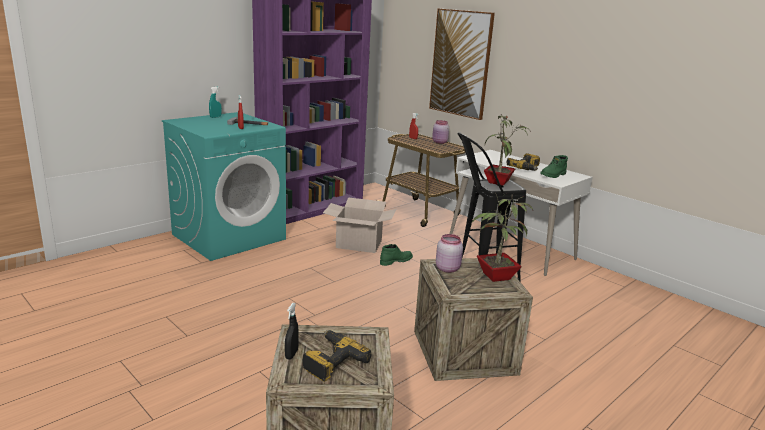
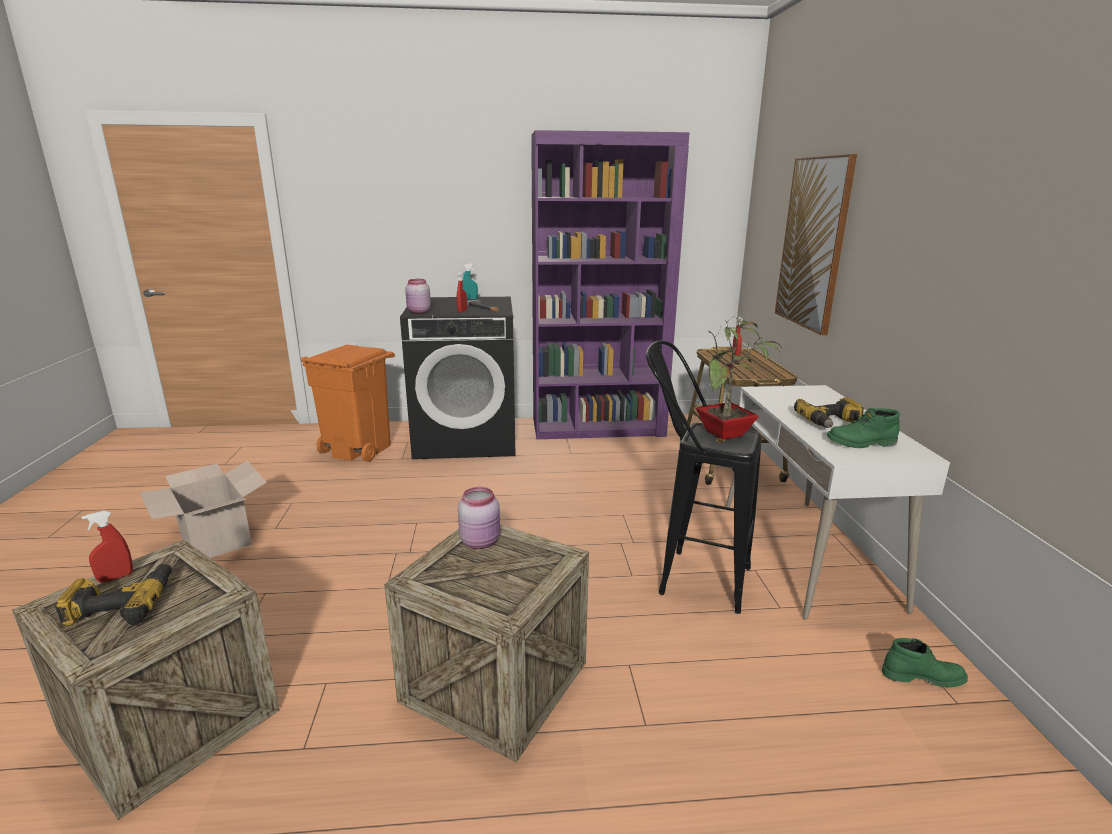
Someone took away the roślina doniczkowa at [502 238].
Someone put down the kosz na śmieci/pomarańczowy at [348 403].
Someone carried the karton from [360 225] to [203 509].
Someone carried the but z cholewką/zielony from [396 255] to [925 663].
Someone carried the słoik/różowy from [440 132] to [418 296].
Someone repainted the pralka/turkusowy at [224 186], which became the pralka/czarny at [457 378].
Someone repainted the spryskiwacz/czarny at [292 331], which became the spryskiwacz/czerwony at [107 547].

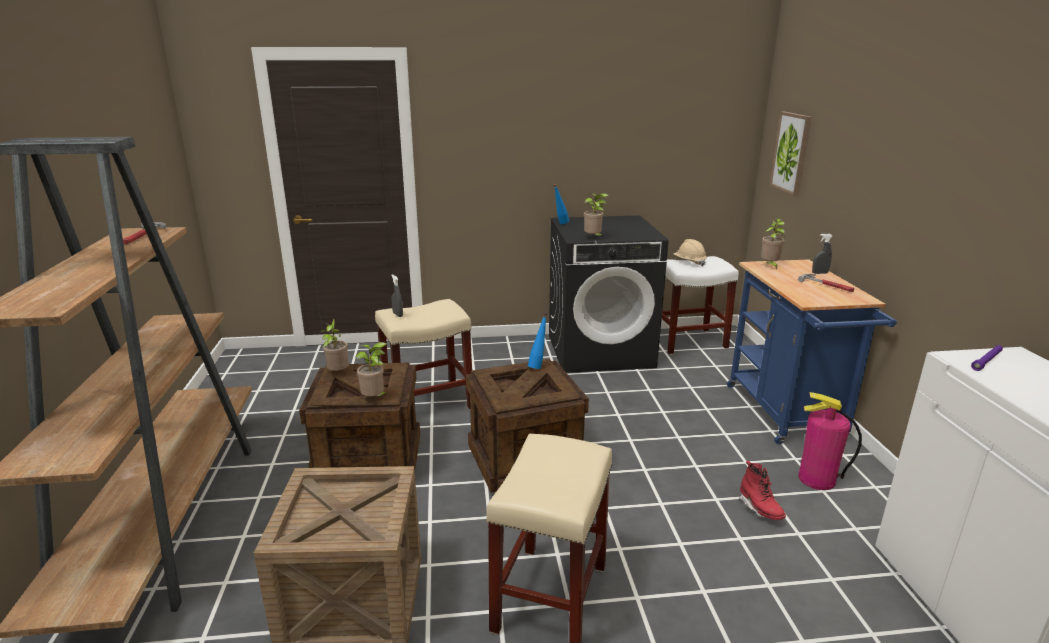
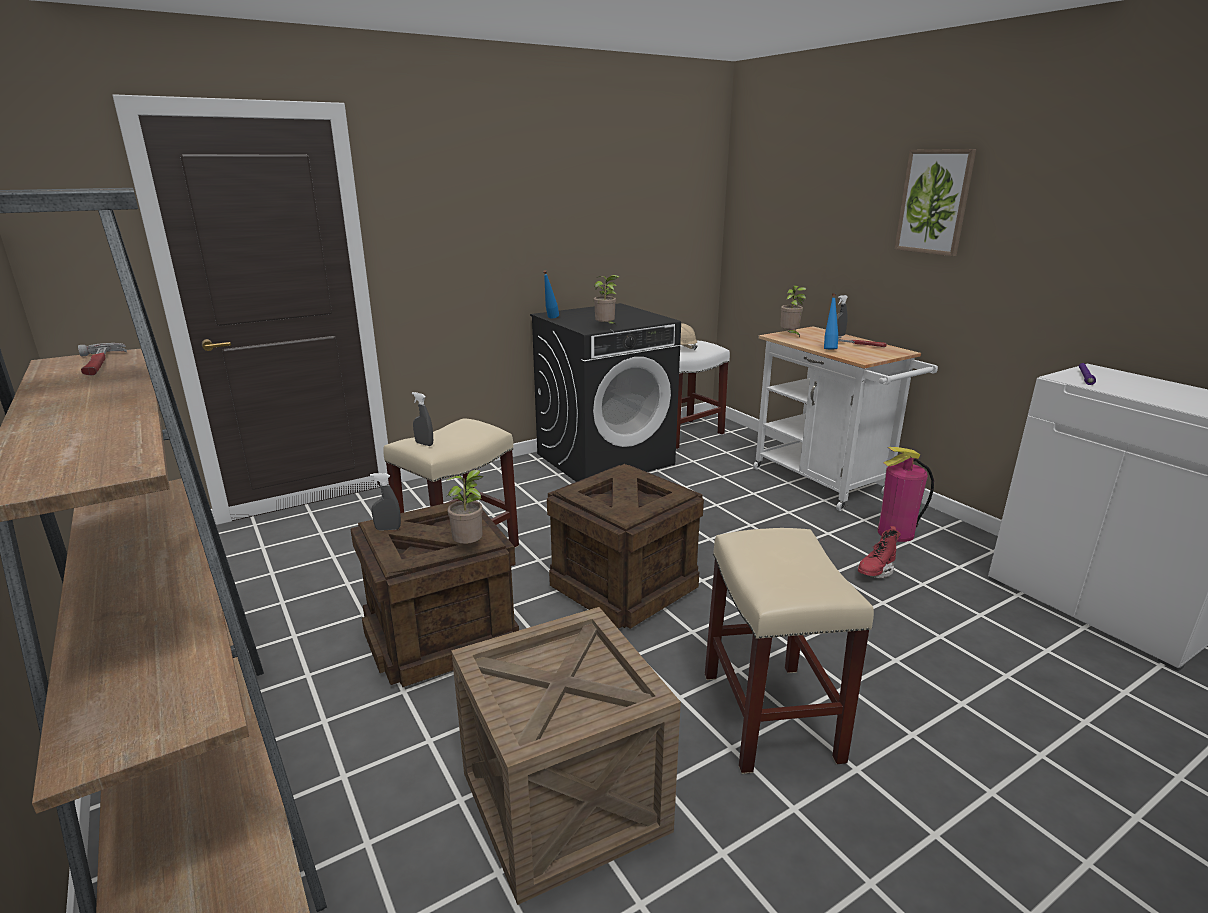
Someone carried the butelka/niebieski from [537 341] to [831 321].
Someone carried the obraz from [790 154] to [935 202].
Someone swapped the roślina doniczkowa at [334 345] for the spryskiwacz/szary at [385 501].
Someone repainted the wózek/niebieski at [812 352], which became the wózek/biały at [845 418].
Someone rotated the but z cholewką/czerwony at [762 490] by 90 degrees clockwise.

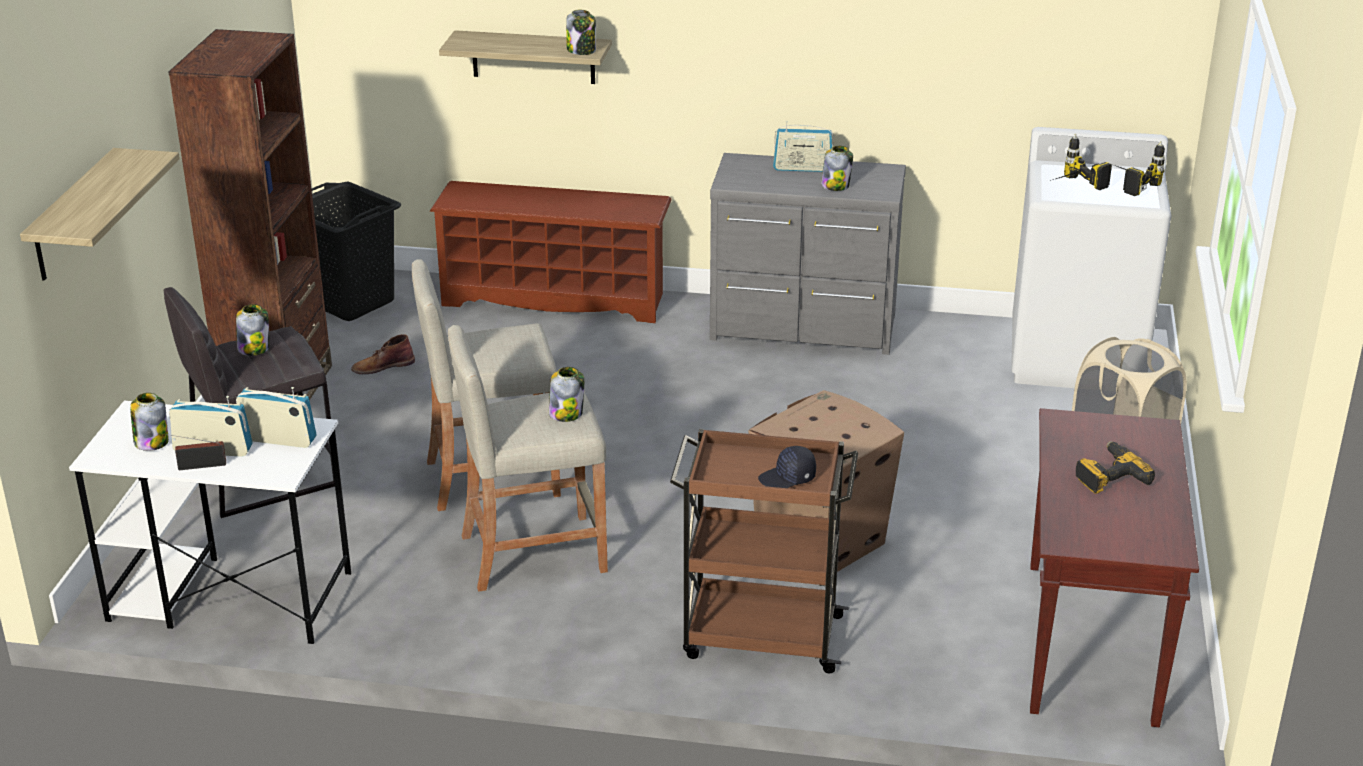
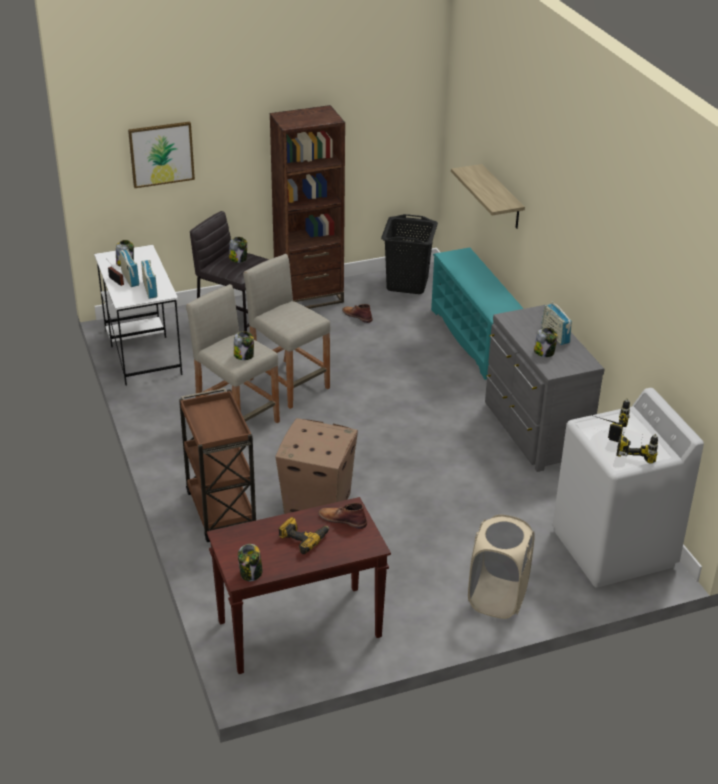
Someone took away the czapka z daszkiem/czarny at [787 467].
Someone put down the but z cholewką/brązowy at [342 516].
Someone carried the słoik from [581 32] to [250 562].
Someone swapped the półka at [100 214] for the obraz at [161 155].
Someone repainted the regał na buty/brązowy at [551 252], which became the regał na buty/turkusowy at [477 314].

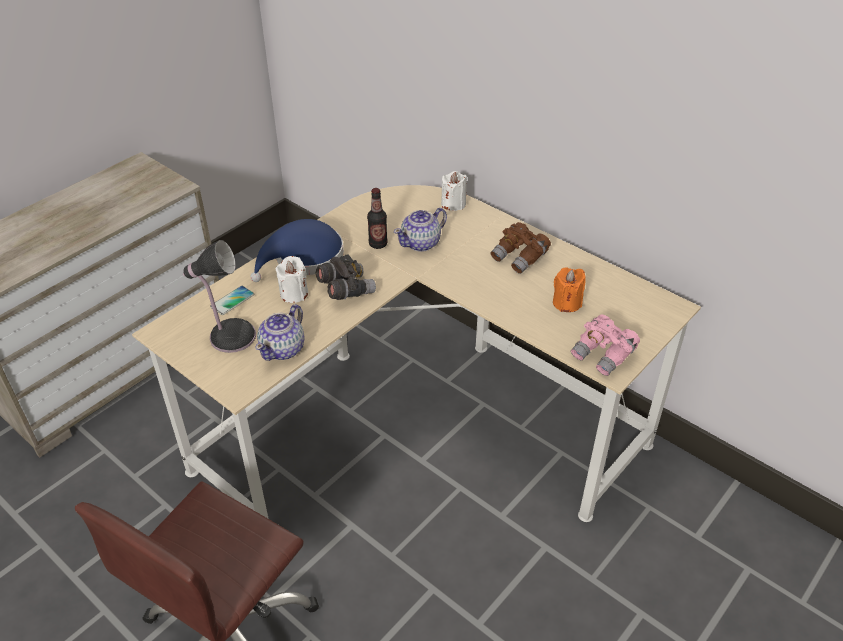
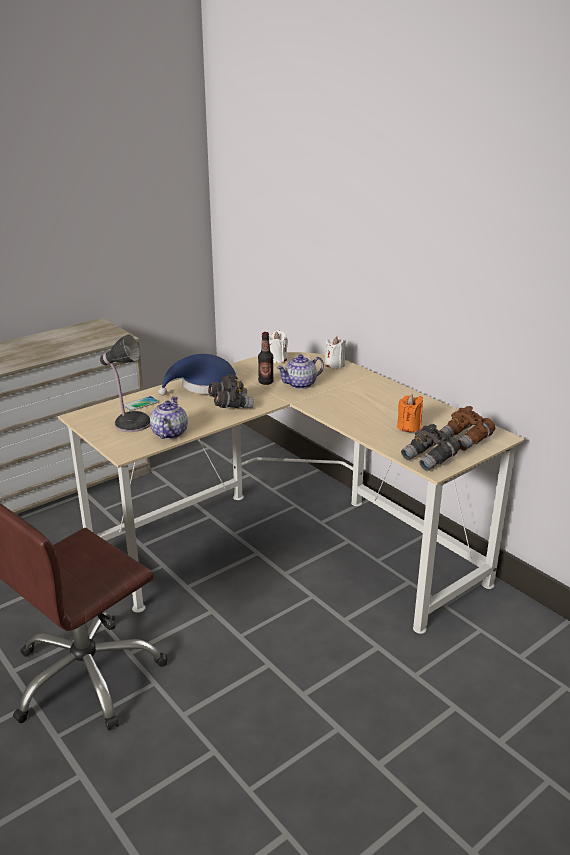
Someone carried the świeca/biały from [291 279] to [278 347].
Someone carried the lornetka/brązowy from [520 248] to [467 428].
Someone repainted the lornetka/różowy at [605 345], which became the lornetka/szary at [430 447].
Someone rotated the imbryk at [280 332] by 150 degrees clockwise.

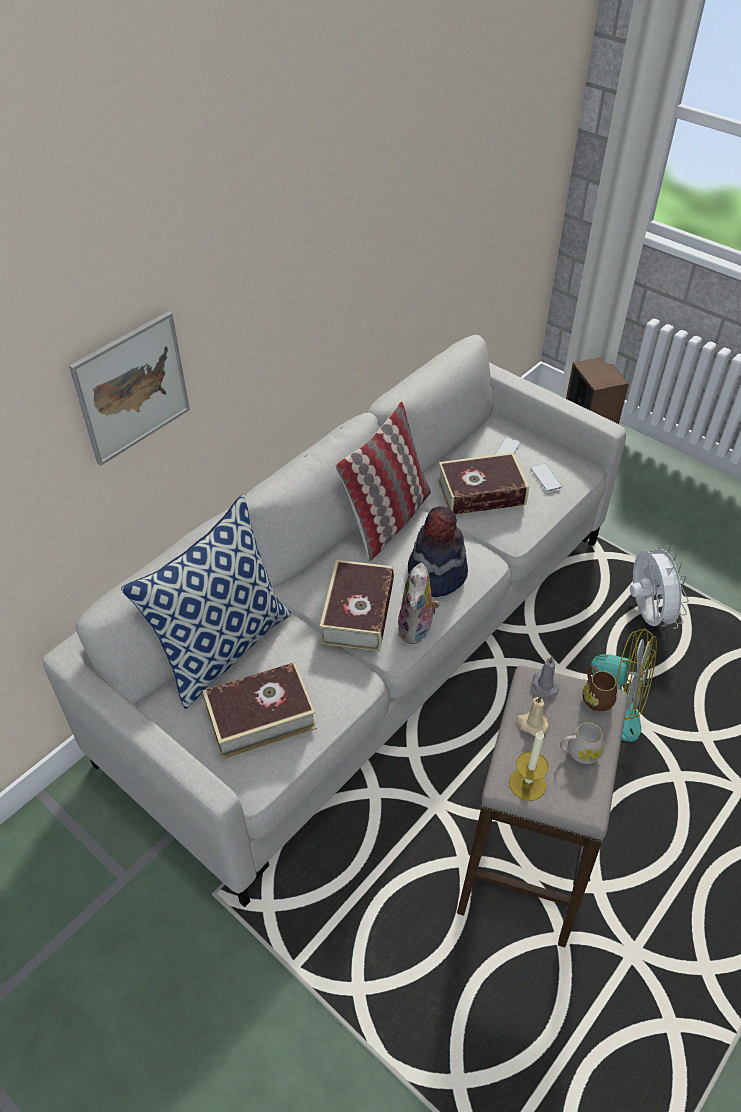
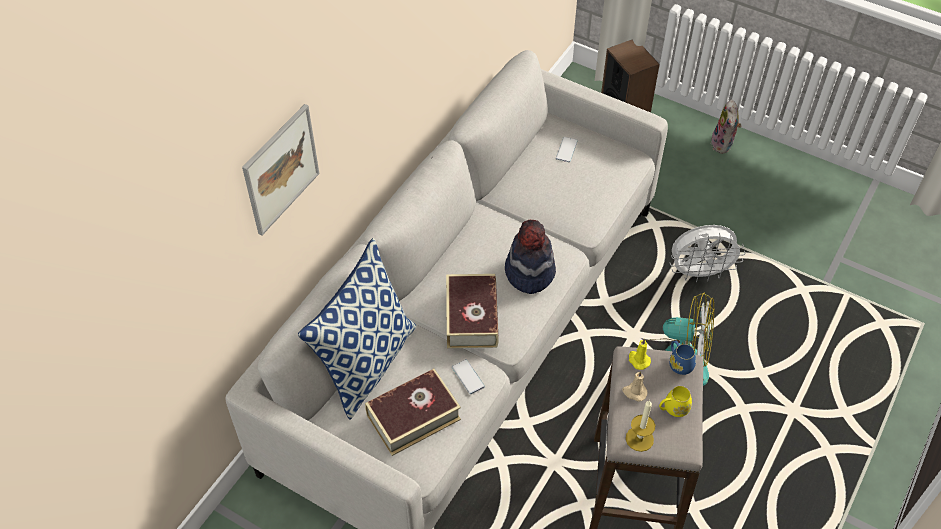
Someone took away the poduszka at [383 481].
Someone took away the książka at [483 483].
Someone carried the pluszak from [419 603] to [726 126].
Someone carried the telefon from [546 477] to [468 376].
Someone repainted the świeca/szary at [545 677], which became the świeca/żółty at [640 354].
Someone repainted the kubek/biały at [582 743], which became the kubek/żółty at [675 401].
Someone repainted the kubek/brązowy at [599 688], which became the kubek/niebieski at [682 357].
Someone rotated the wentylator/biały at [659 587] by 105 degrees clockwise.

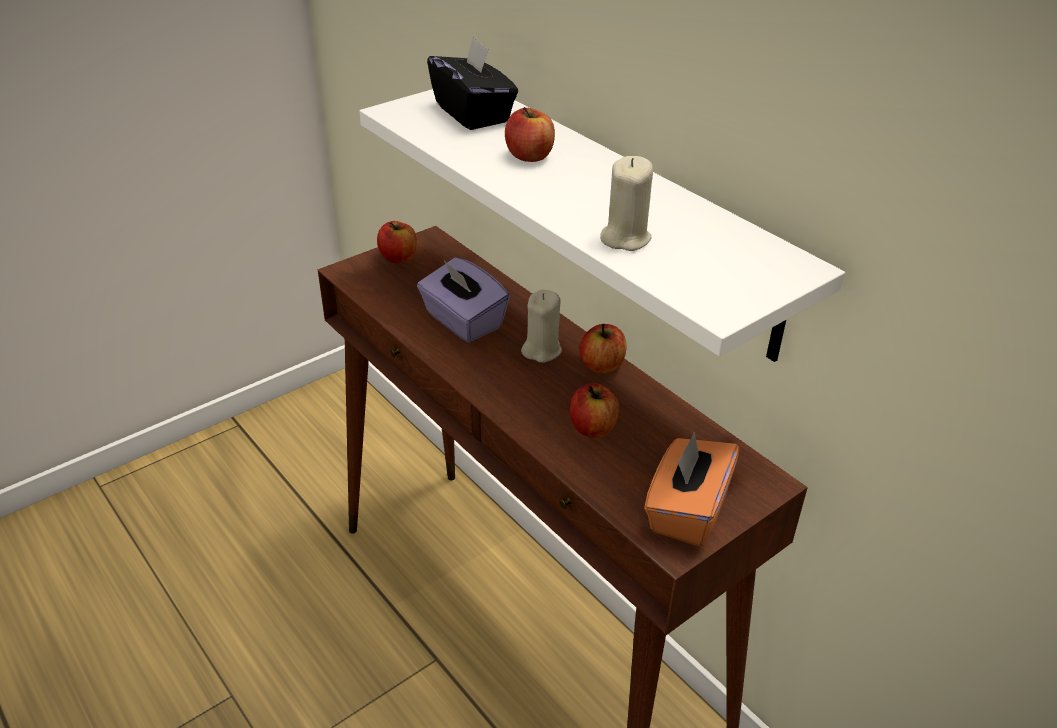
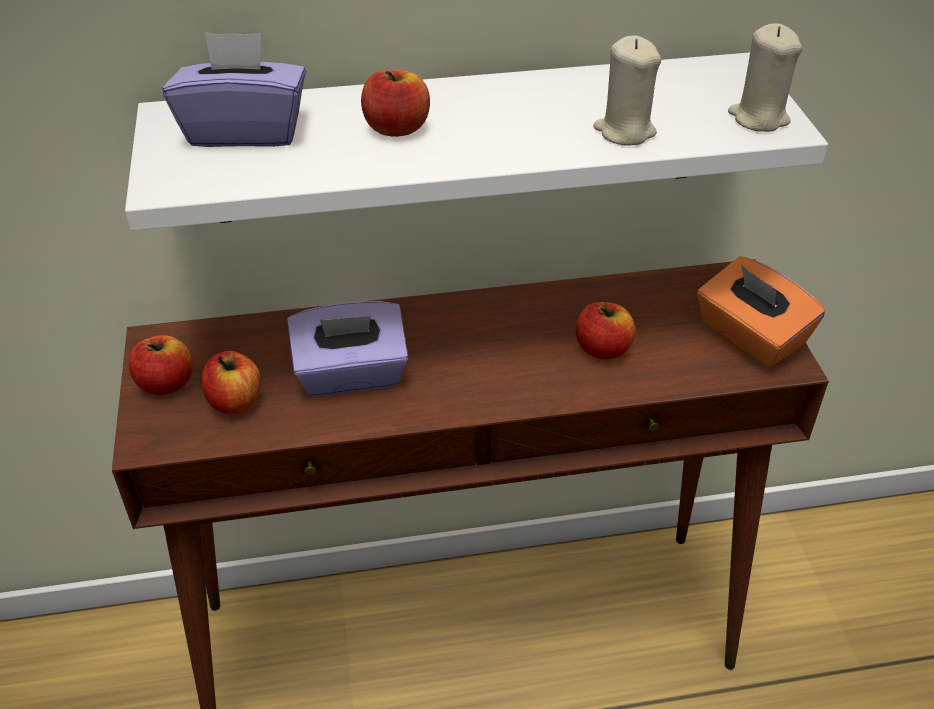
Someone carried the świeca/beżowy from [541 326] to [765 77].
Someone carried the jabłko from [603 348] to [231 382].
Someone repainted the pudełko chusteczek/czarny at [472 83], which became the pudełko chusteczek/fioletowy at [234 89].

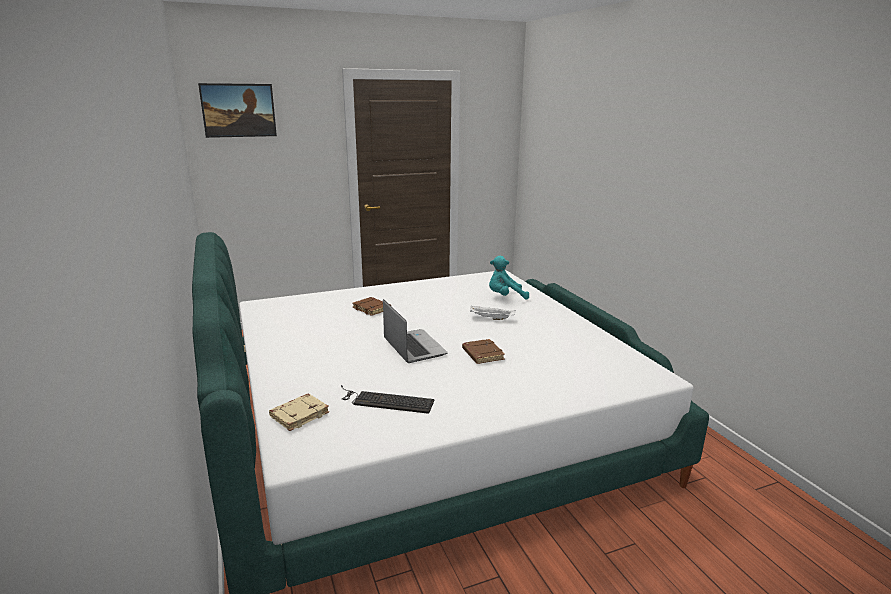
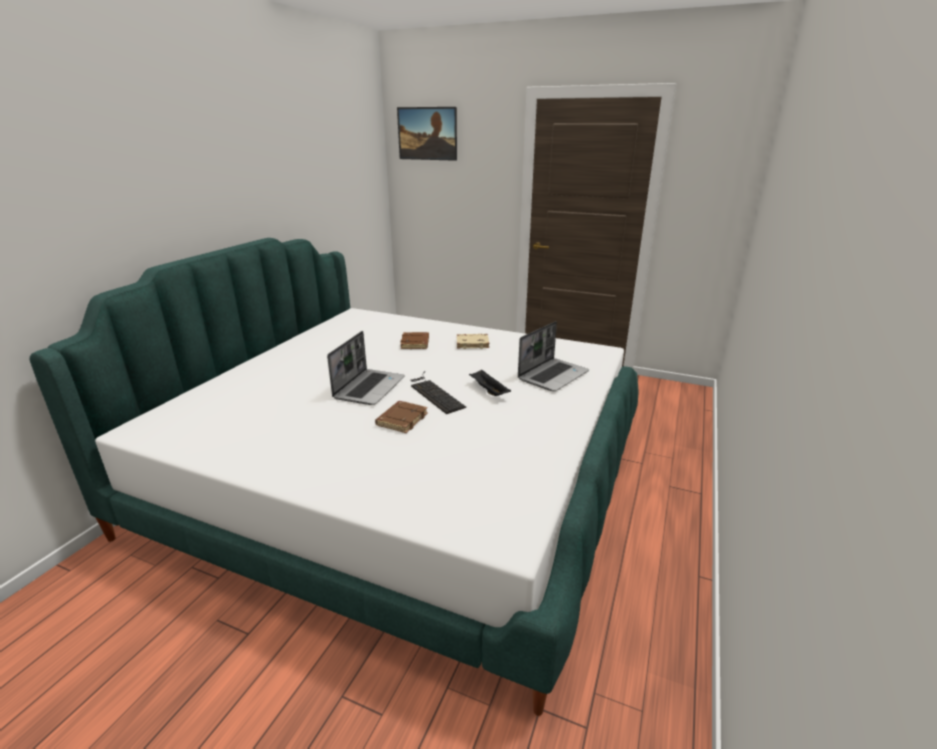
Someone carried the książka/beżowy from [299 412] to [473 341].
Someone carried the klawiatura from [388 399] to [438 392].
Someone swapped the pluszak/turkusowy at [509 278] for the laptop at [553 356].
Someone repainted the taca/biały at [493 312], which became the taca/czarny at [490 382].

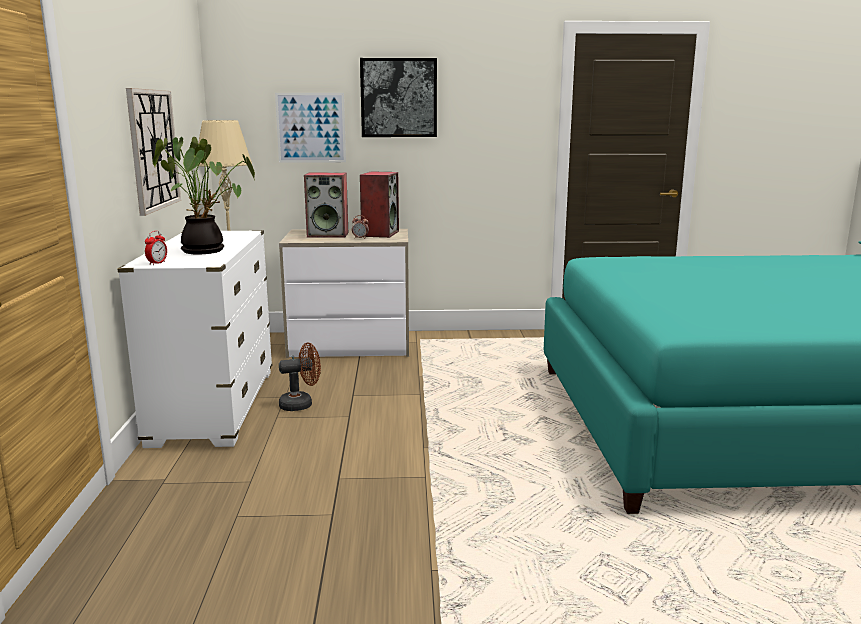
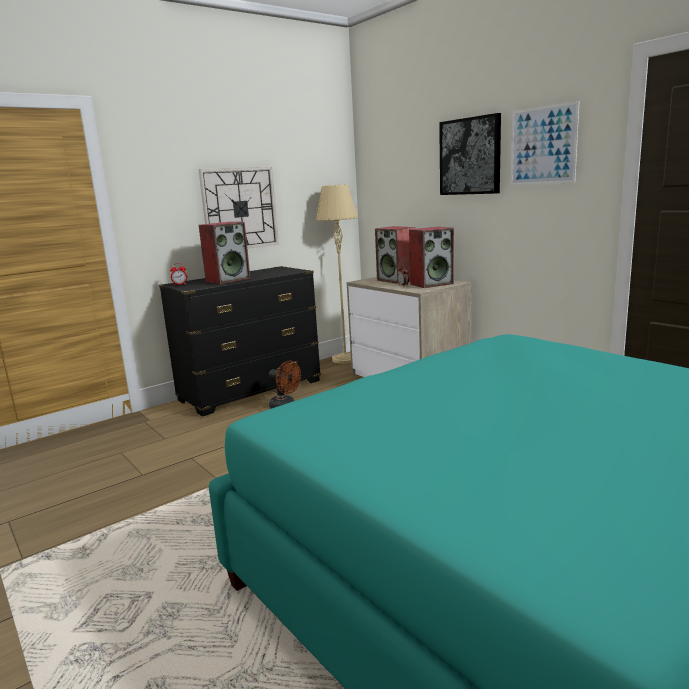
Someone carried the obraz from [310 128] to [545 143].
Someone swapped the roślina doniczkowa at [204 195] for the głośnik at [224 253].
Someone repainted the komoda/biały at [194 339], which became the komoda/czarny at [240 341].

